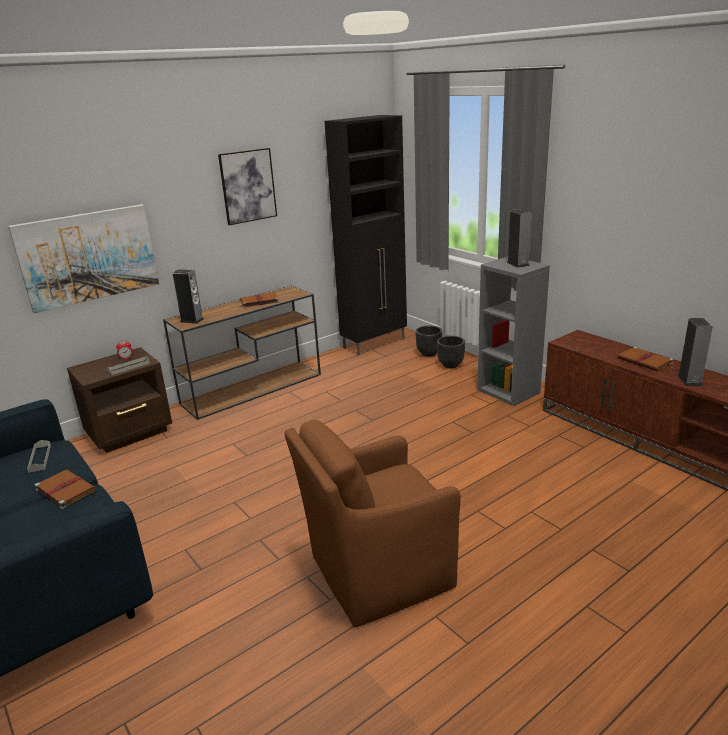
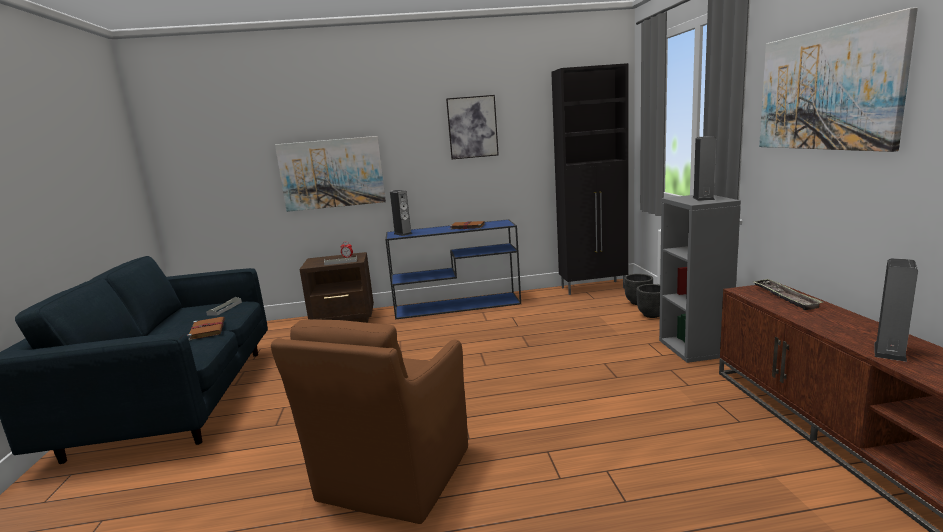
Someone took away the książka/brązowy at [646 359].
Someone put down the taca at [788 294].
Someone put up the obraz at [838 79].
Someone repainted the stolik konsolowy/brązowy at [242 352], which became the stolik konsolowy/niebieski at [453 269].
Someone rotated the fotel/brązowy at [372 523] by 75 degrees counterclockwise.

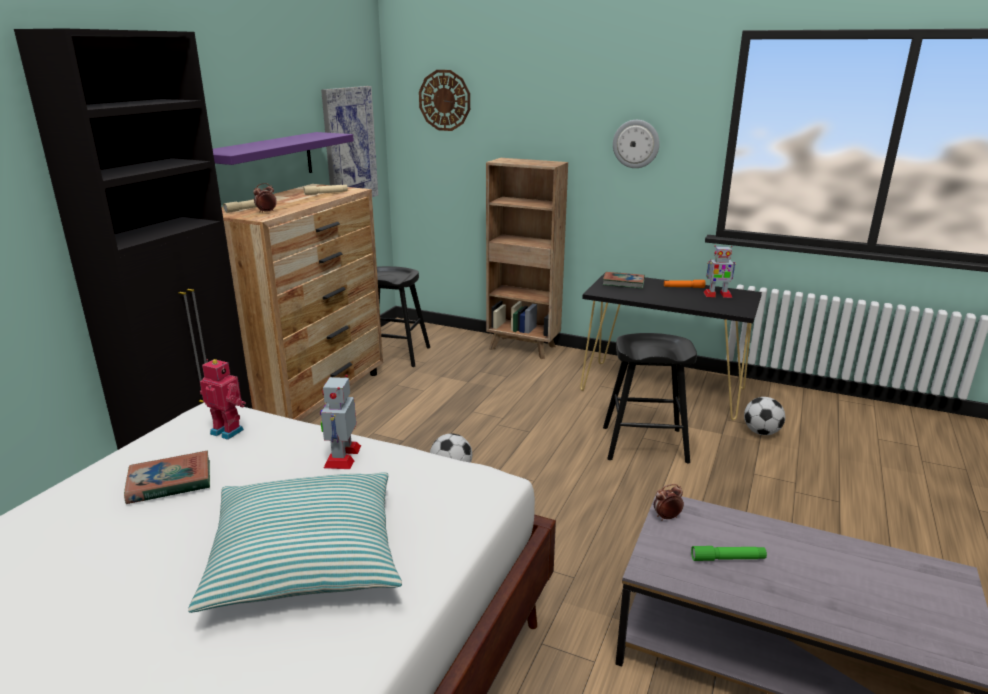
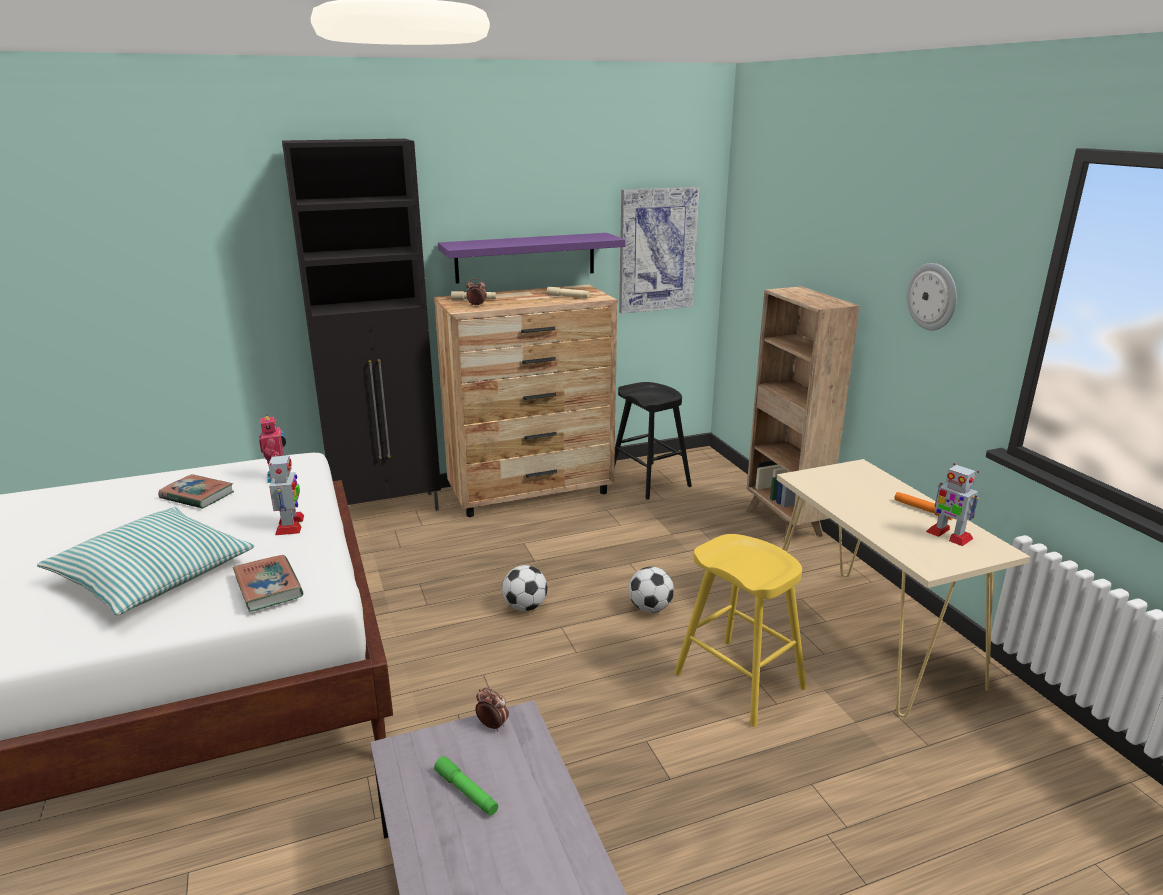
Someone took away the zegar ścienny at [444 100].
Someone carried the książka from [624 280] to [268 583].
Someone carried the piłka futbolowa from [764 416] to [651 590].
Someone repainted the stolik konsolowy/czarny at [671 346], which became the stolik konsolowy/beżowy at [903 588].
Someone repainted the stołek/czarny at [650 398], which became the stołek/żółty at [740 630].
Someone rotated the robot zabawkowy at [340 422] by 120 degrees clockwise.

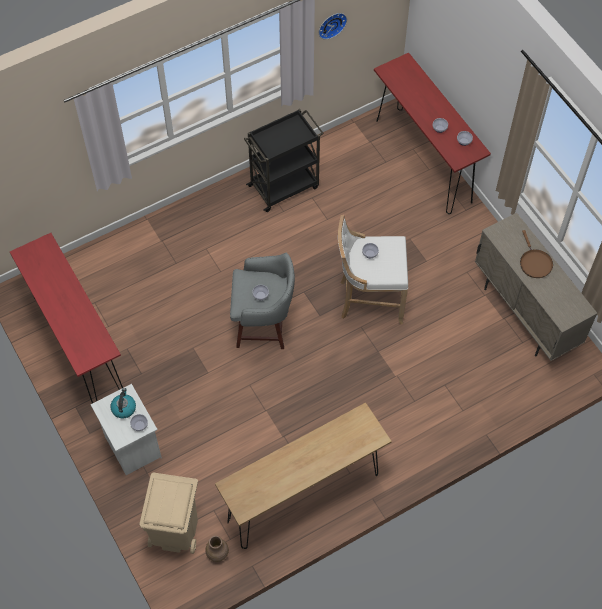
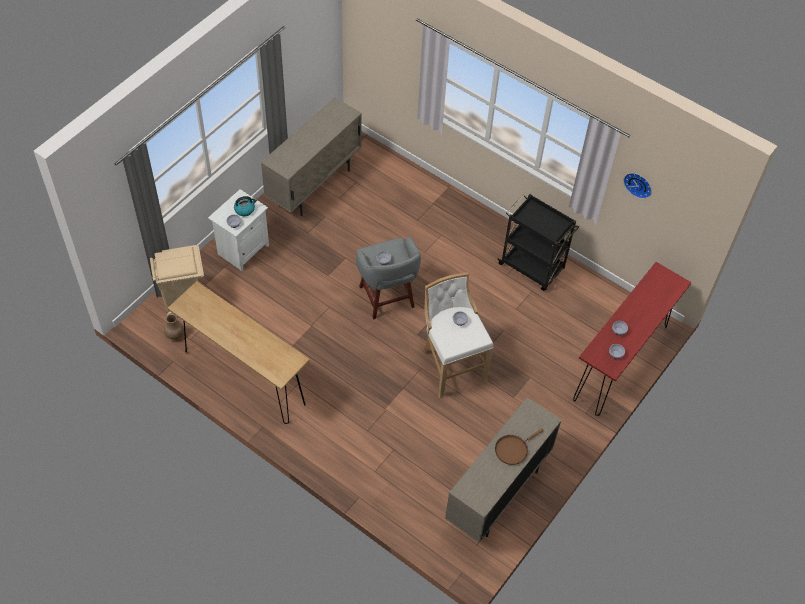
Someone swapped the stolik konsolowy/czerwony at [66 318] for the szafka/beżowy at [311 156].

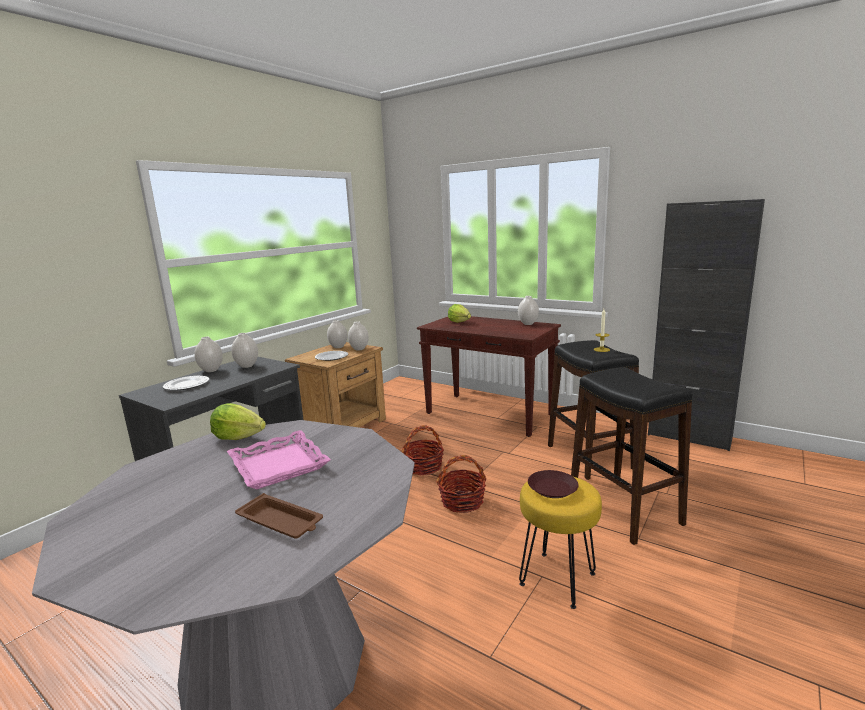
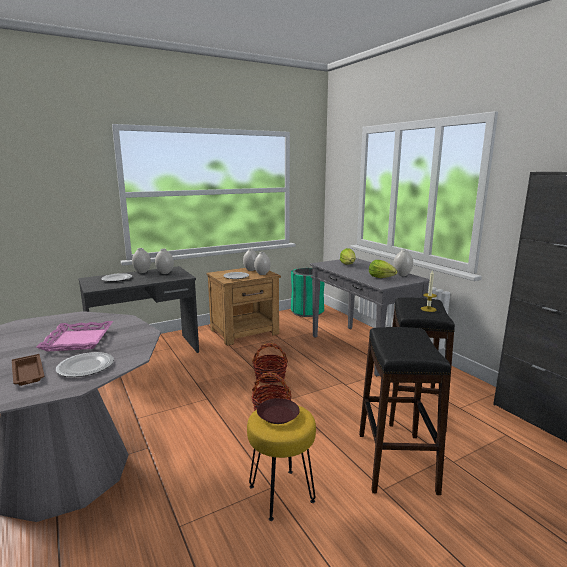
Someone put down the talerz at [85 364].
Someone put down the kosz na śmieci/zielony at [308 292].
Someone carried the sałata from [238 421] to [383 269].
Someone repainted the stolik konsolowy/brązowy at [489 376], which became the stolik konsolowy/szary at [370 317].

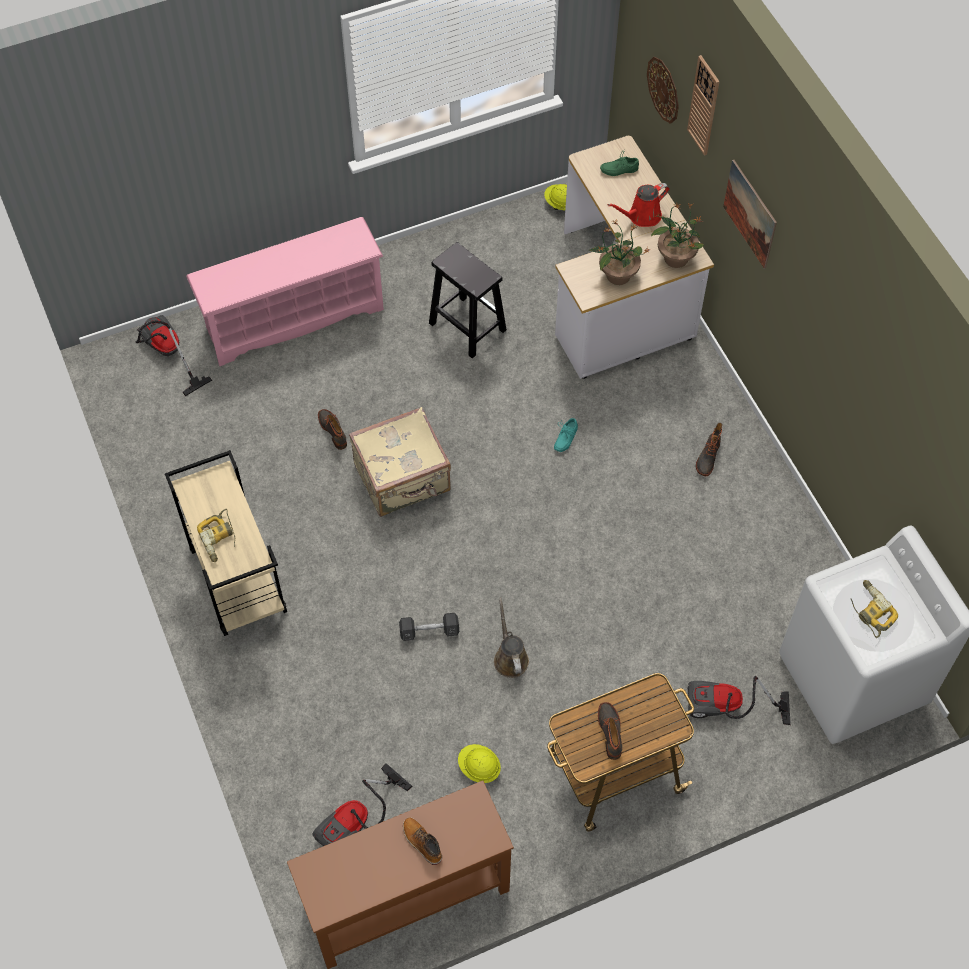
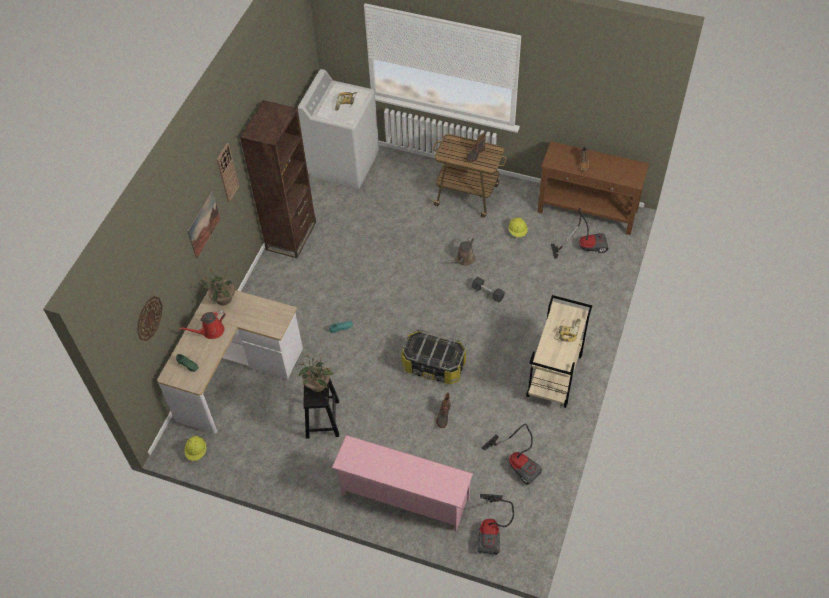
Someone took away the but z cholewką at [709 449].
Someone put down the regał/brązowy at [278 179].
Someone carried the roślina doniczkowa from [619 252] to [316 373].
Someone carried the zegar ścienny from [703 105] to [228 173].
Someone carried the odkurzacz from [739 700] to [512 454].
Someone swapped the walizka/beżowy at [400 462] for the pojemnik do przechowywania at [433 357].
Someone rotated the konewka/czerwony at [639 205] by 135 degrees clockwise.

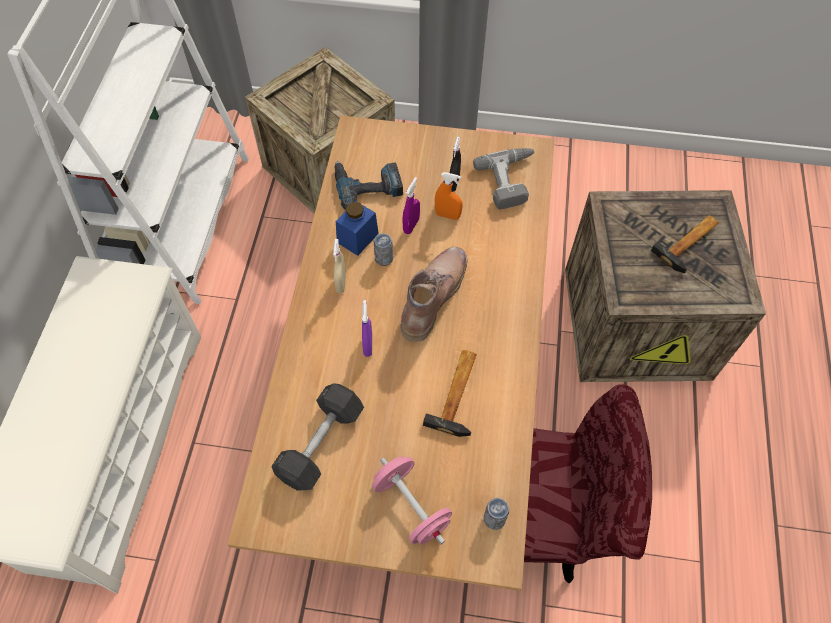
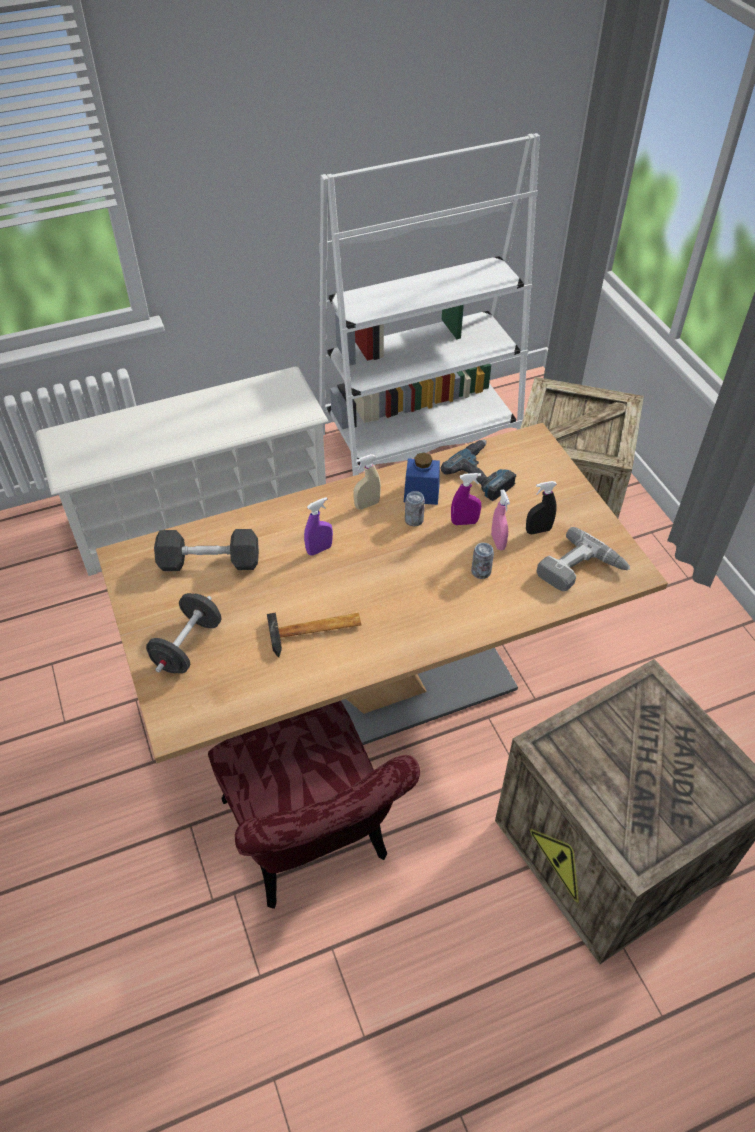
Someone took away the but z cholewką/brązowy at [434 294].
Someone took away the młotek at [685 244].
Someone carried the puszka from [496 514] to [482 561].
Someone repainted the hantel/różowy at [412 501], which became the hantel/czarny at [183 633].
Someone repainted the spryskiwacz/pomarańczowy at [449 196], which became the spryskiwacz/różowy at [500 520].

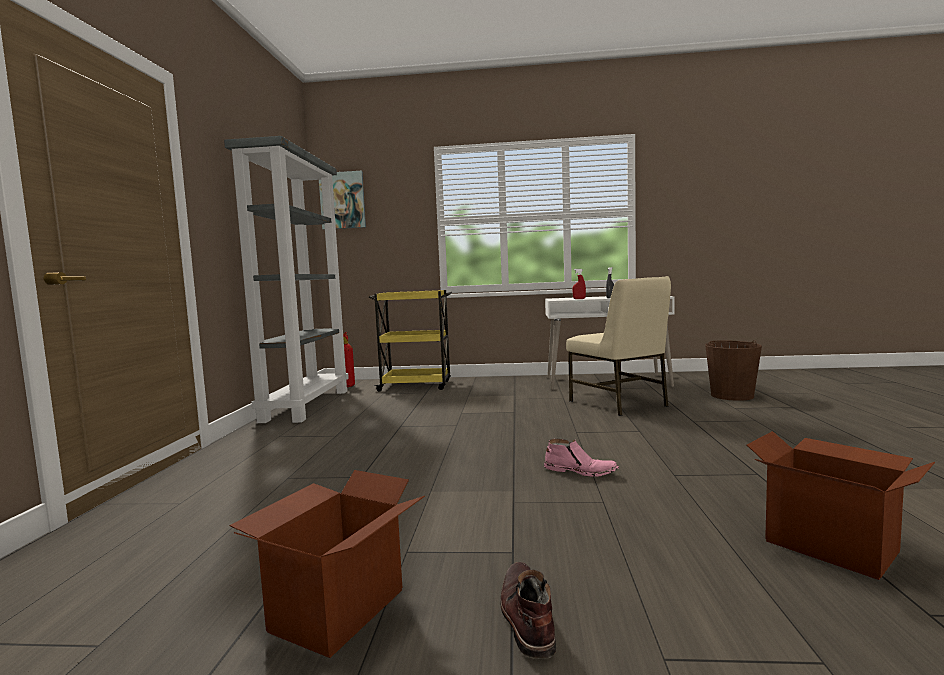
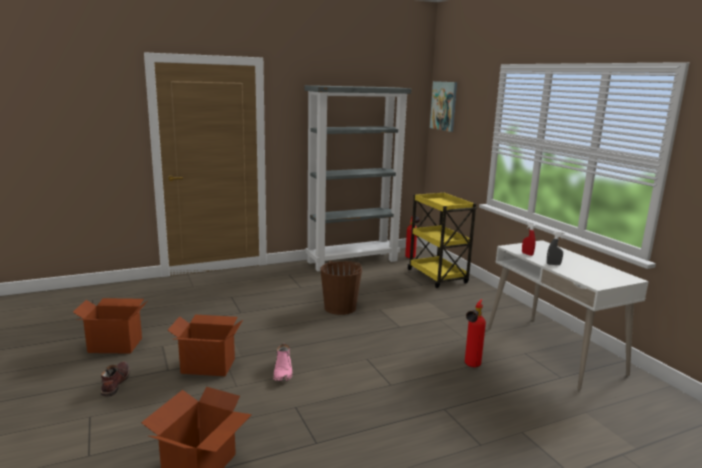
Someone put down the karton at [205 345].
Someone carried the wiadro/brązowy from [733 370] to [341 287].
Someone swapped the krzesło/beżowy at [618 346] for the gaśnica at [475 333].
Someone rotated the but z cholewką/brązowy at [528 610] by 60 degrees counterclockwise.

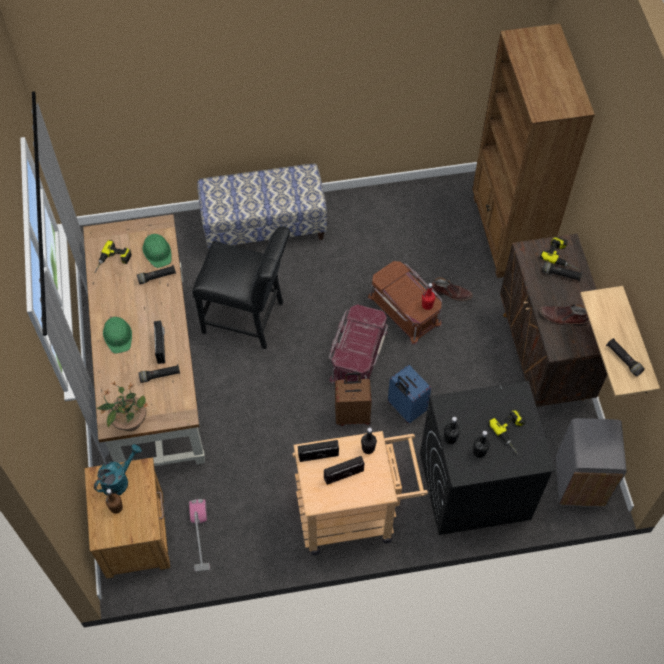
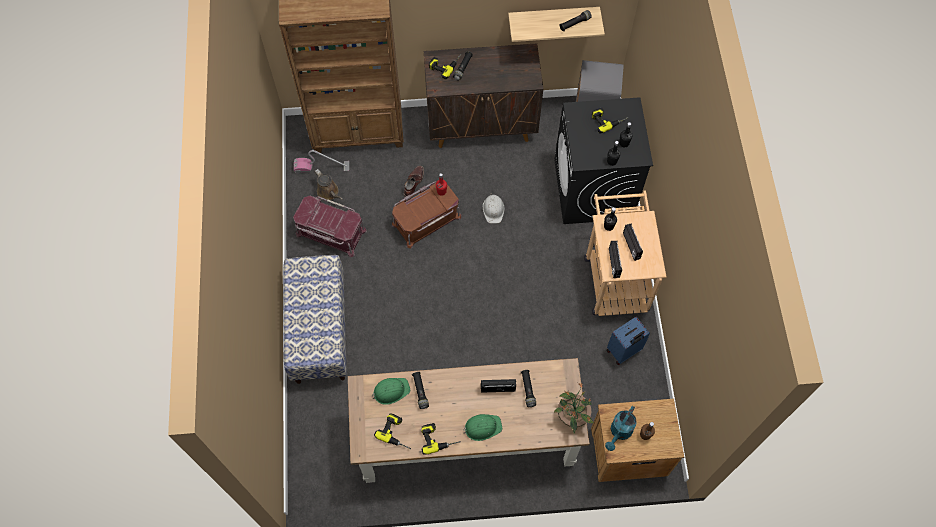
Someone took away the krzesło/czarny at [241 287].
Someone took away the walizka/brązowy at [353 399].
Someone took away the but z cholewką/brązowy at [564 315].
Someone put down the konewka/brązowy at [328 184].
Someone put down the wiertarka at [441 439].
Someone put down the kask/biały at [494 208].
Someone carried the odkurzacz from [199 535] to [321 161].
Someone carried the pojemnik do przechowywania/czerwony from [358 344] to [330 226].
Someone carried the walizka/niebieski from [409 394] to [628 341].
Someone rotated the konewka/turkusowy at [118 470] by 105 degrees counterclockwise.

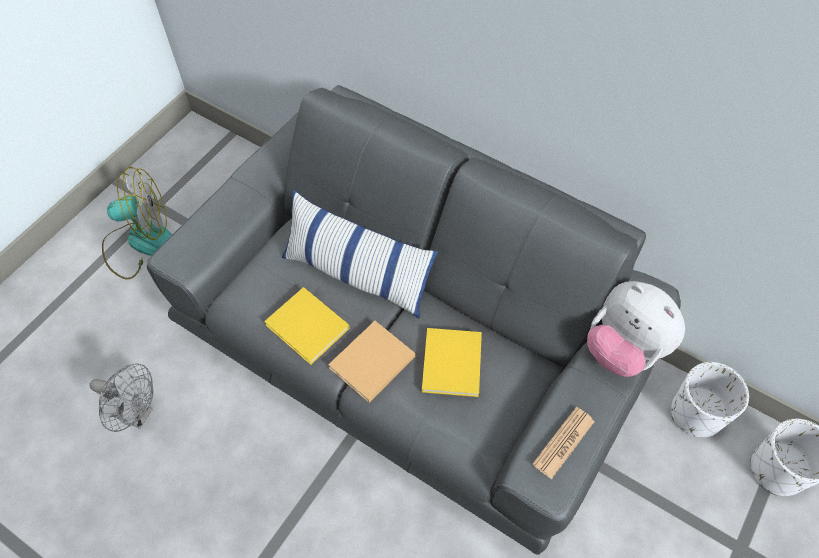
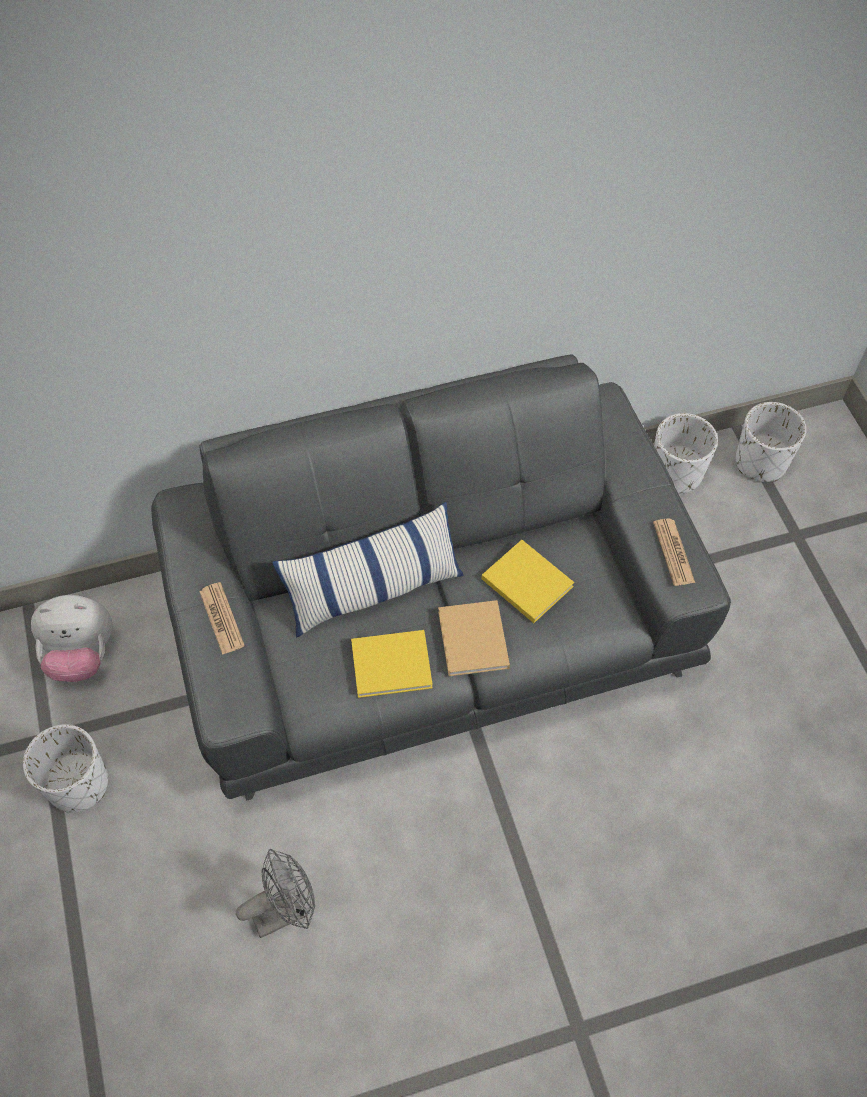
Someone put down the gazeta at [222 618].
Someone carried the pluszak from [636 329] to [71 638].
Someone swapped the wentylator at [137 223] for the donica/biały at [65 768].

